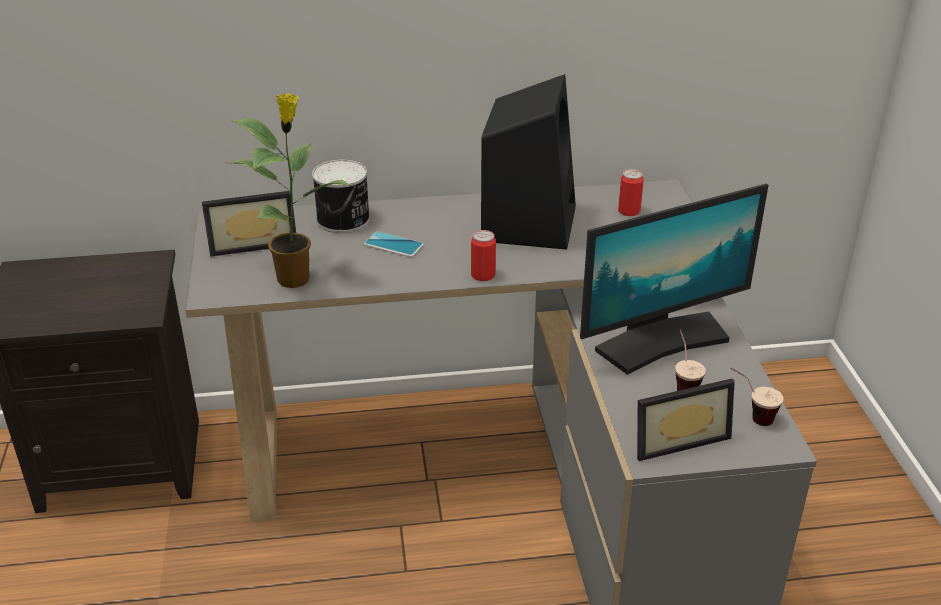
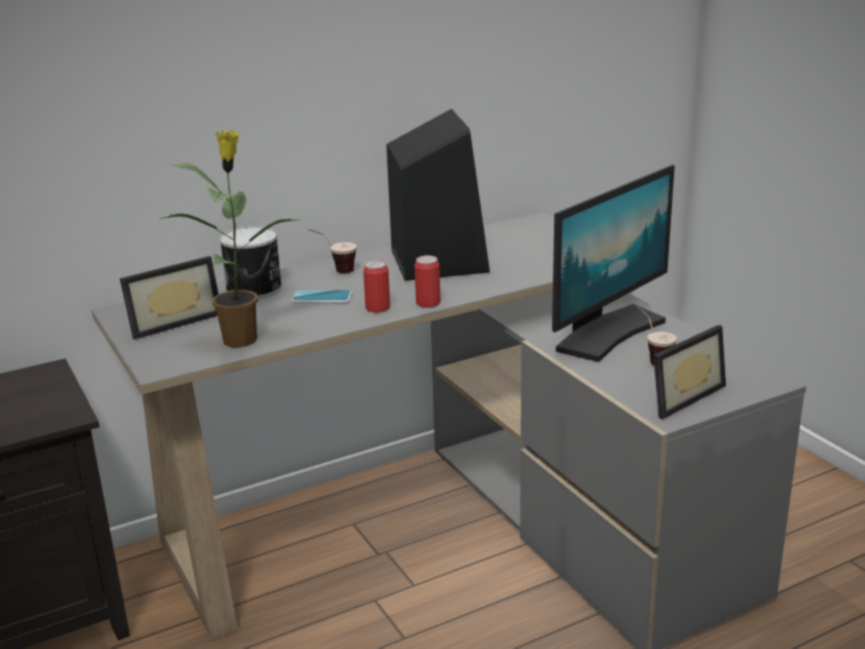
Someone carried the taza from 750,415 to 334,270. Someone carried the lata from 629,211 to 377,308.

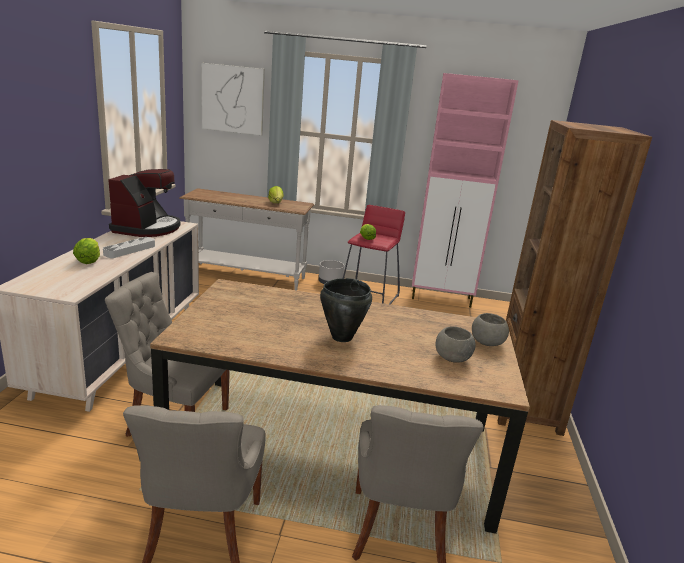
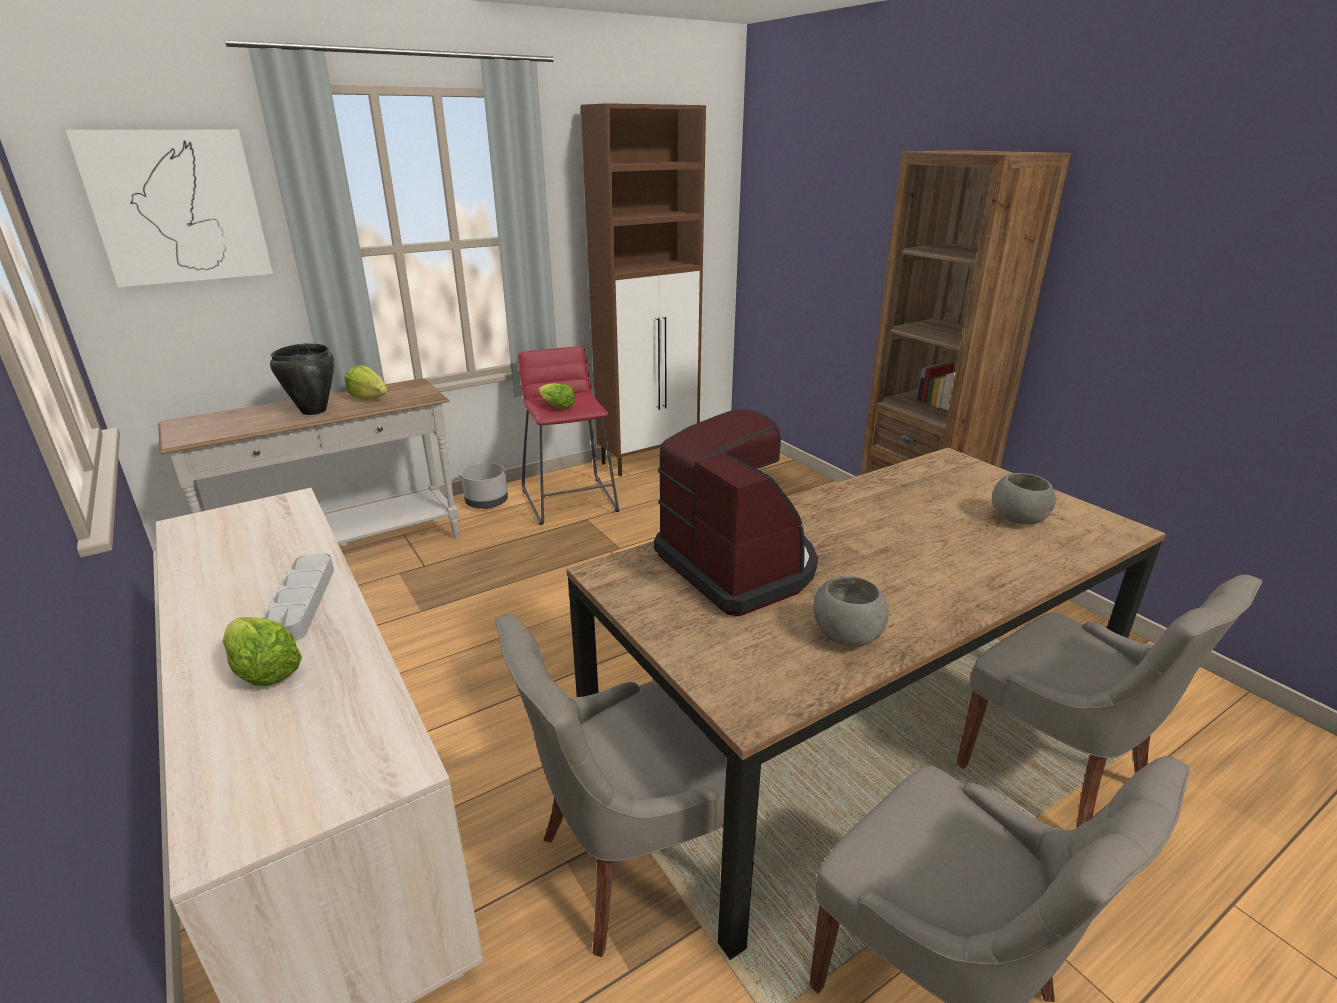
Someone carried the olla (negro) from 341,337 to 313,411. Someone repainted the armario (rosa) at 442,298, which became the armario (marrón) at 650,460. Someone carried the cafetera from 147,228 to 738,565. Someone carried the cuenco (gris) from 486,343 to 846,636.

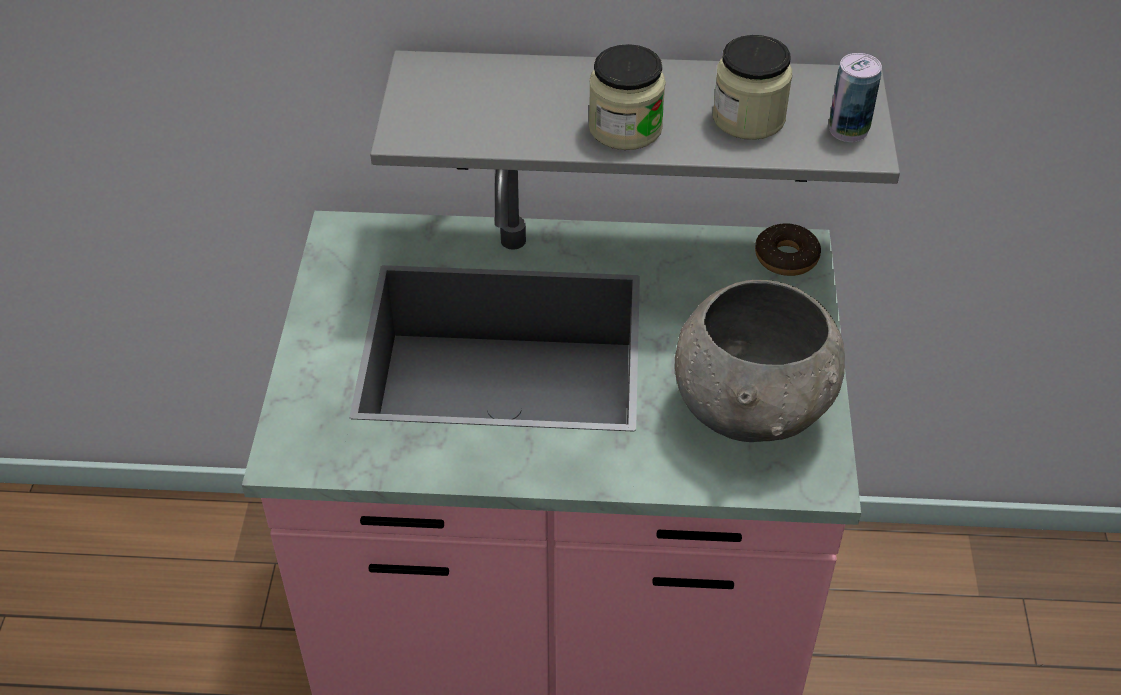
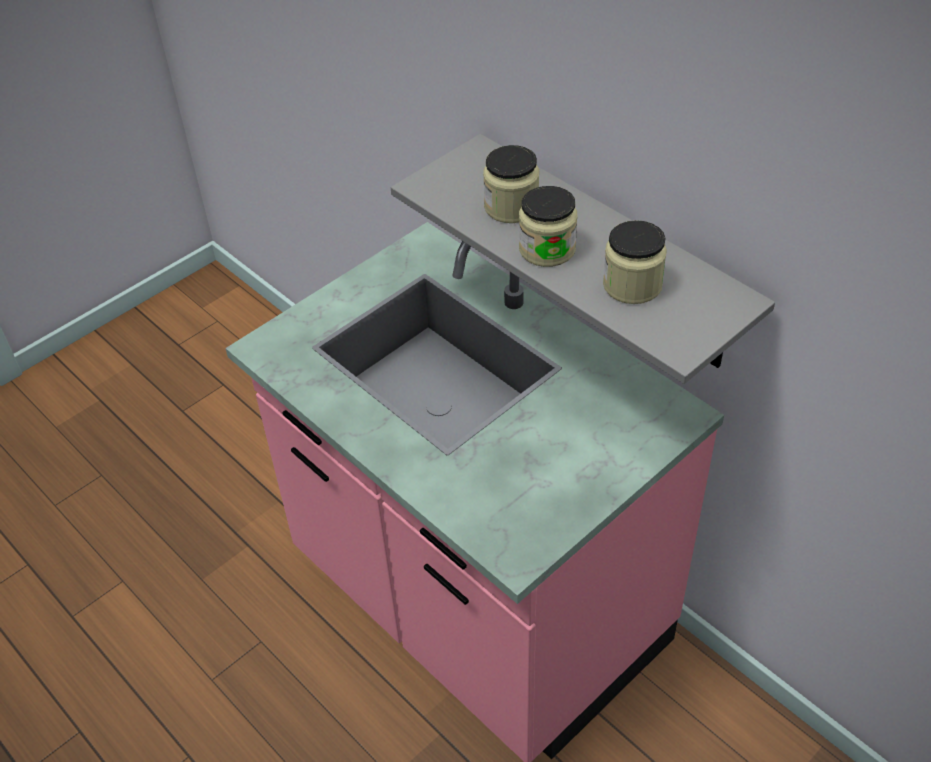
Someone put down the tarro at 511,207. Someone took away the cuenco (gris) at 752,411. Someone took away the rosquilla at 786,257. Someone took away the lata at 848,130.

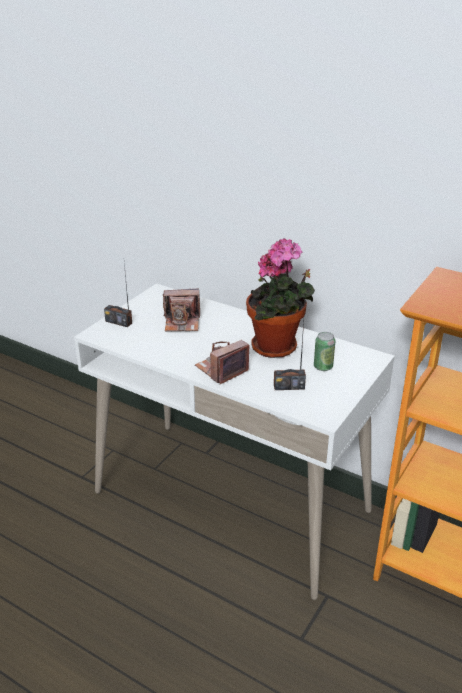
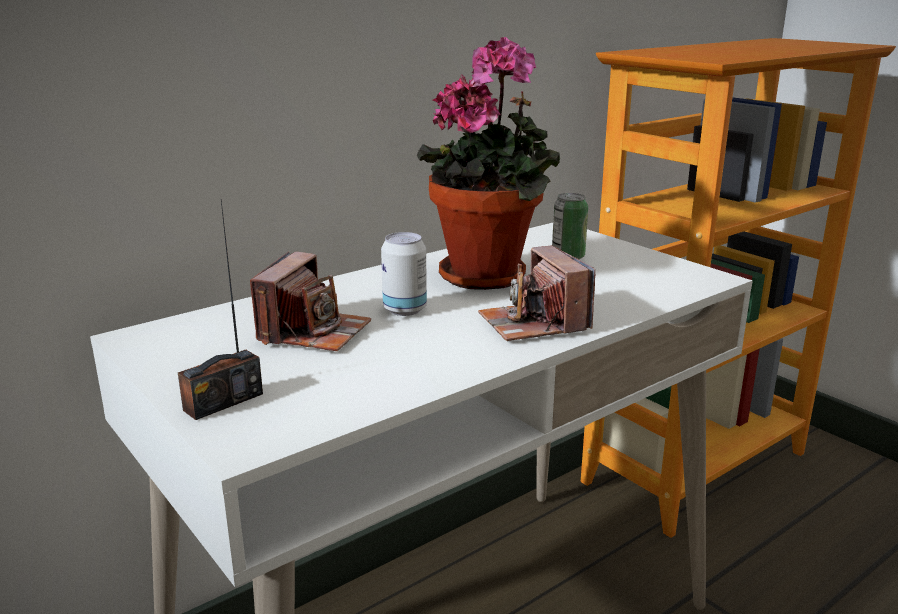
Someone put down the lata at 405,310. Someone took away the radio at 289,386.

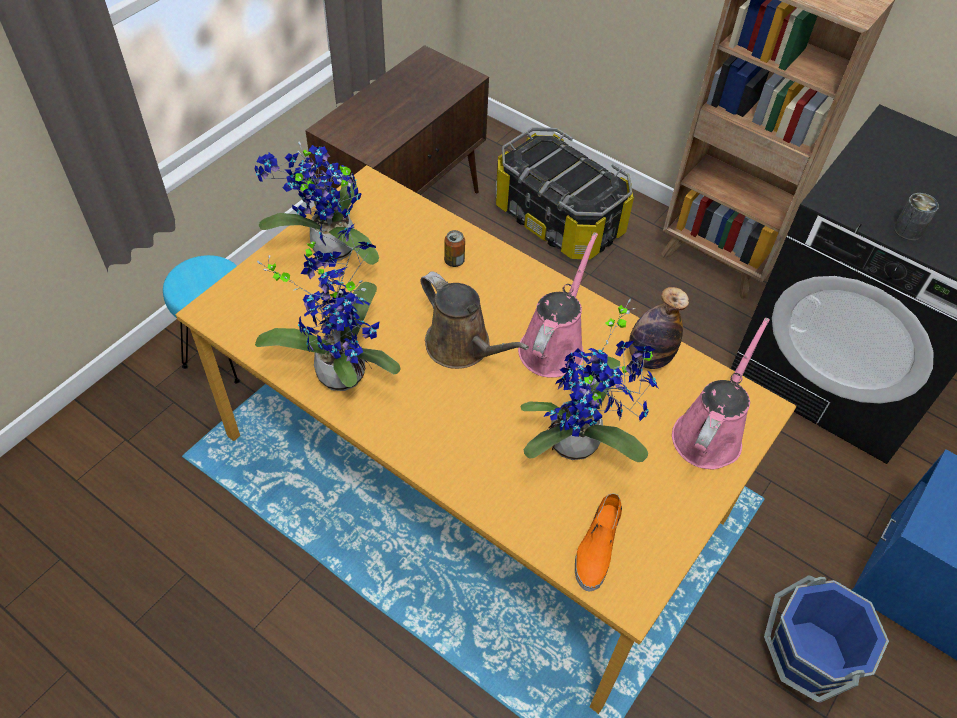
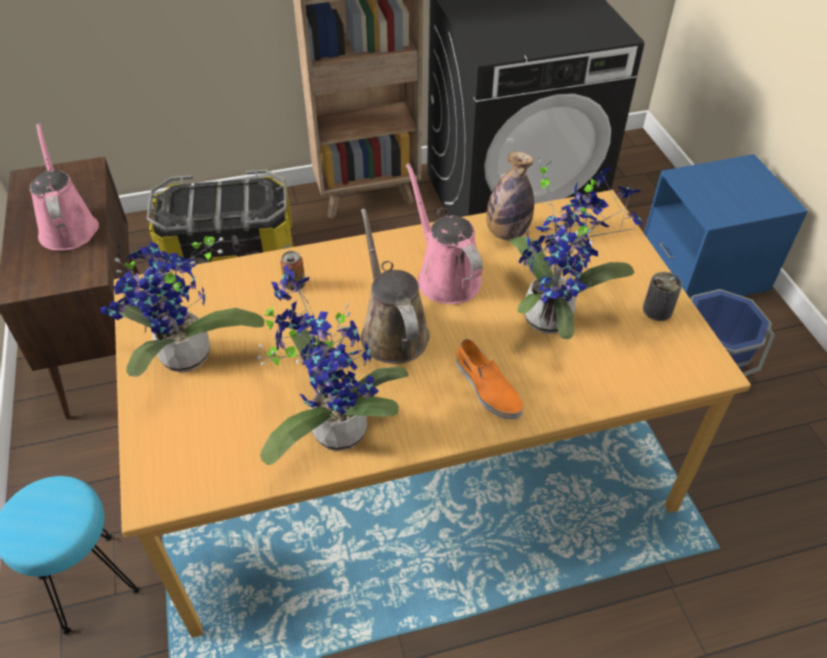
Someone carried the regadera (rosa) from 710,433 to 68,227. Someone rotated the regadera (marrón) at 462,347 by 105 degrees counterclockwise. Someone carried the zapato (naranja) from 597,546 to 487,388. Someone carried the lata from 908,230 to 657,310.

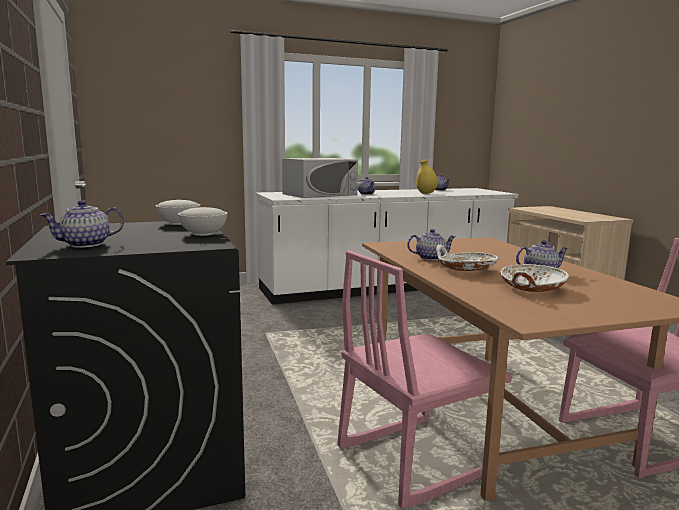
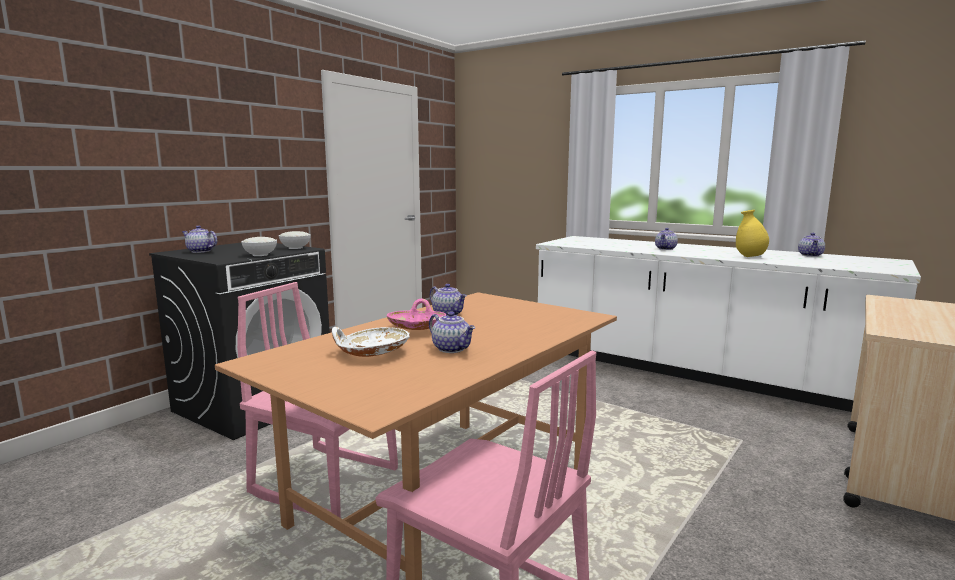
Someone repainted the cuenco (blanco) at 465,269, which became the cuenco (rosa) at 417,328. Someone took away the microondas (blanco) at 320,194.

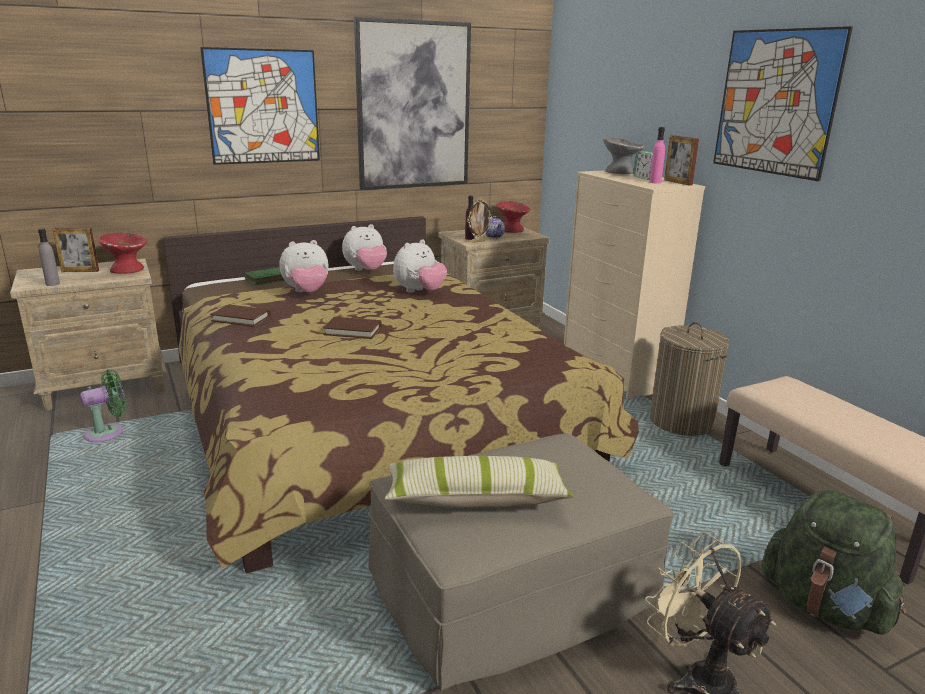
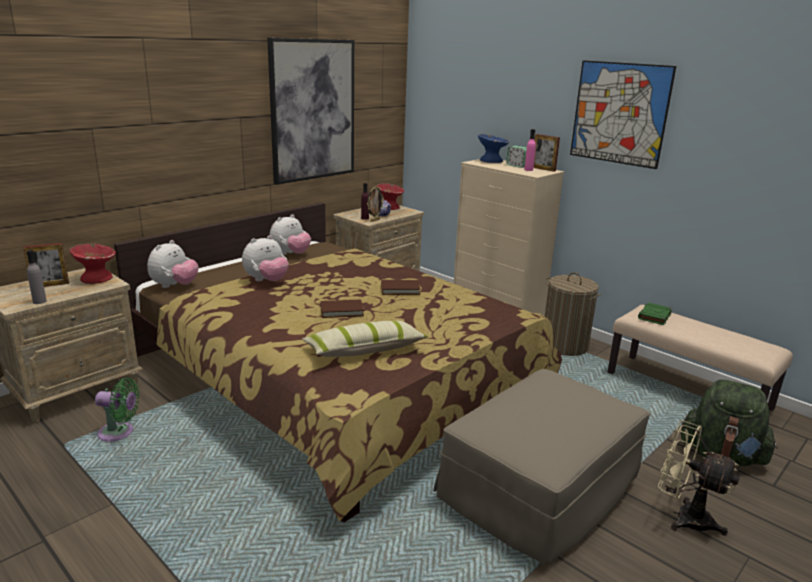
Someone rotated the ventilador (verde) at 108,433 by 60 degrees clockwise. Someone carried the peluche from 419,292 to 174,286. Someone carried the cojín from 475,498 to 364,350. Someone carried the libro (marrón) from 241,318 to 400,289. Someone repainted the cuenco (gris) at 619,172, which became the cuenco (azul) at 491,161. Someone carried the libro (verde) from 267,279 to 654,316. Someone took away the cuadro at 263,107.

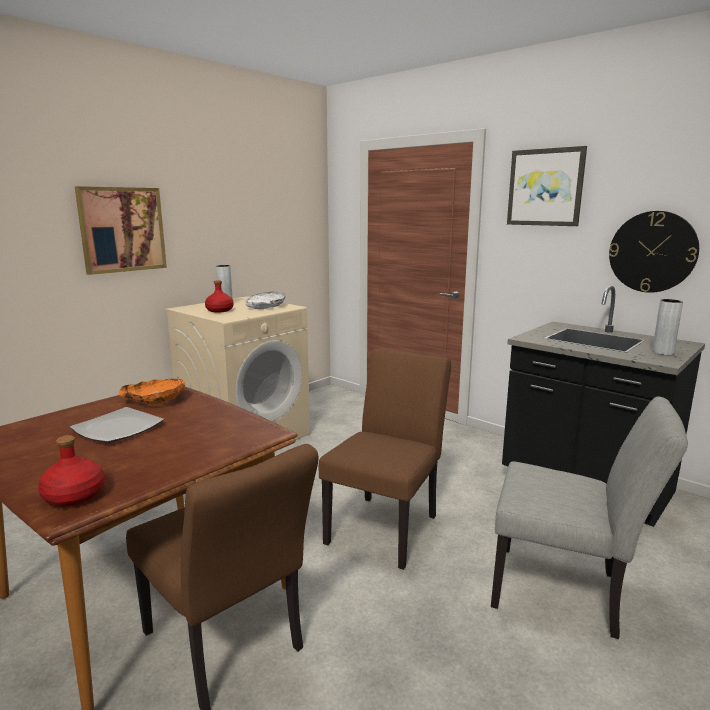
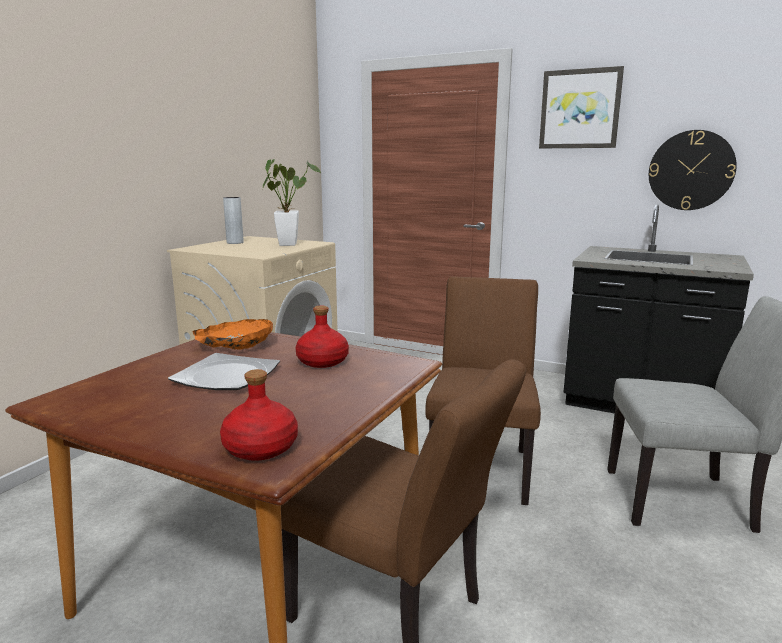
Someone swapped the cuenco (blanco) at 266,307 for the planta en maceta at 288,244. Someone carried the botella (rojo) from 219,310 to 322,362. Someone took away the cuadro at 122,229. Someone took away the florero (gris) at 663,352.

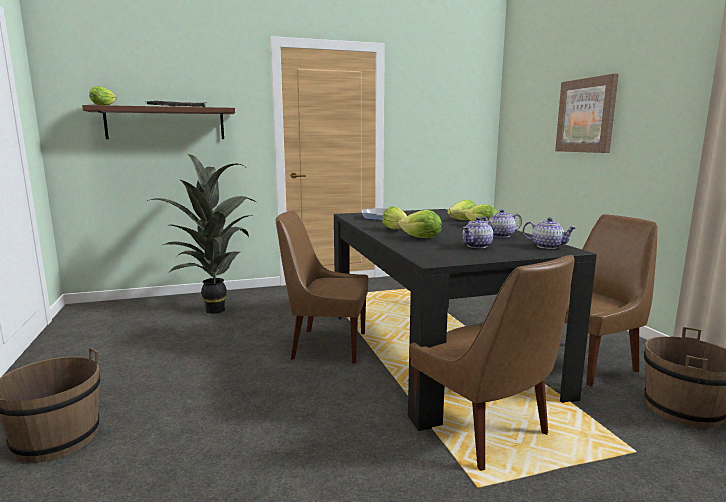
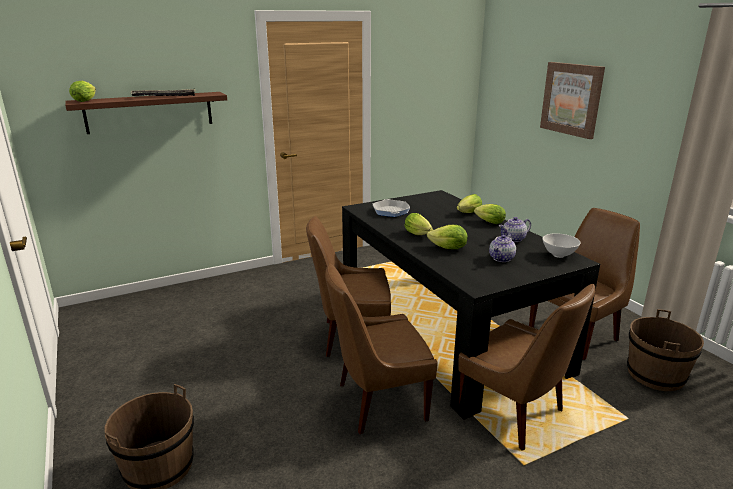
Someone put down the silla (marrón) at 378,402. Someone swapped the tetera at 547,246 for the cuenco (blanco) at 558,255. Someone took away the planta en maceta at 215,309.

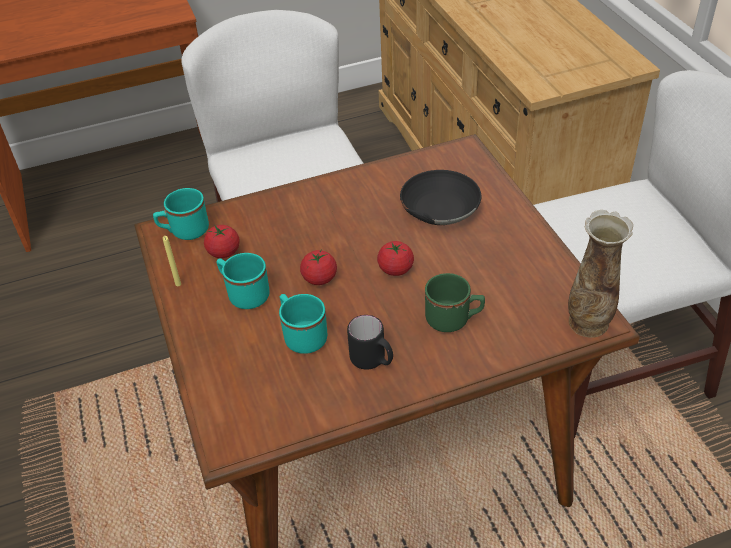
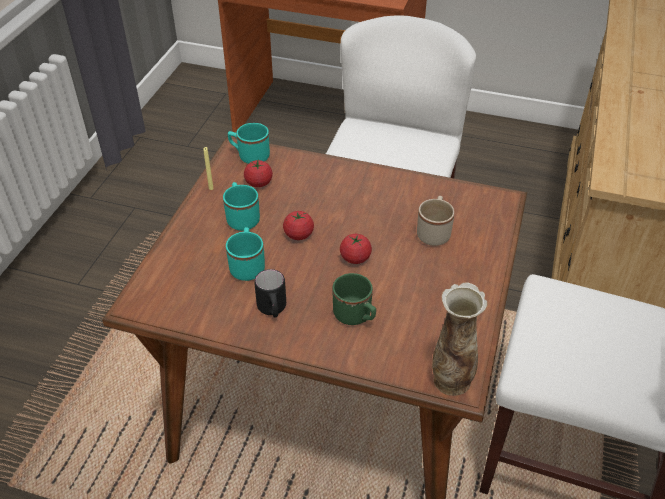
Someone swapped the cuenco (negro) at 439,208 for the taza grande (beis) at 434,232.

